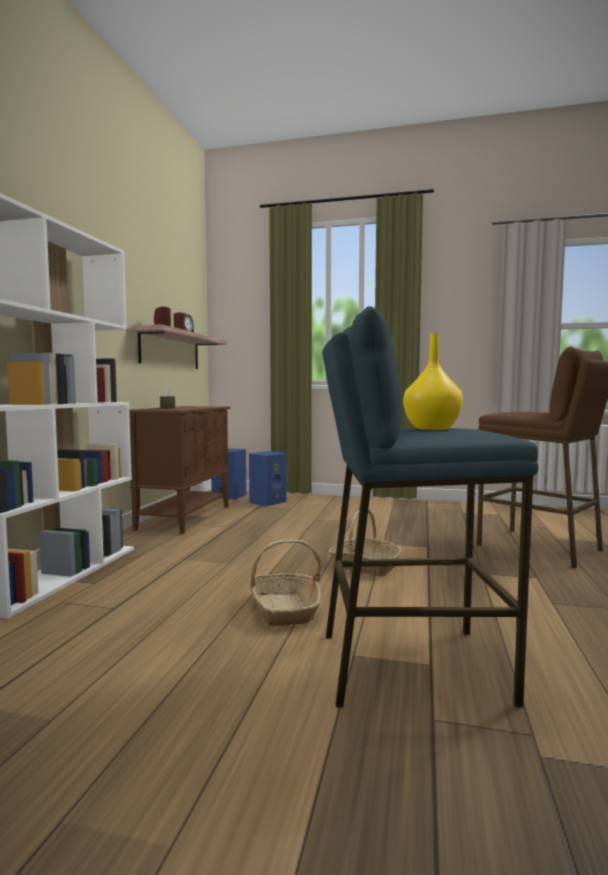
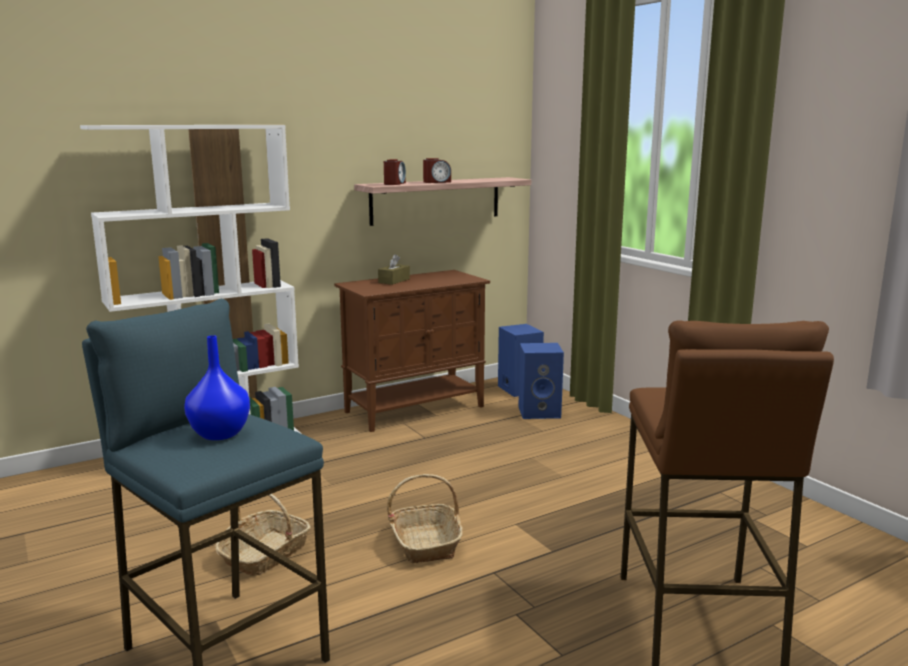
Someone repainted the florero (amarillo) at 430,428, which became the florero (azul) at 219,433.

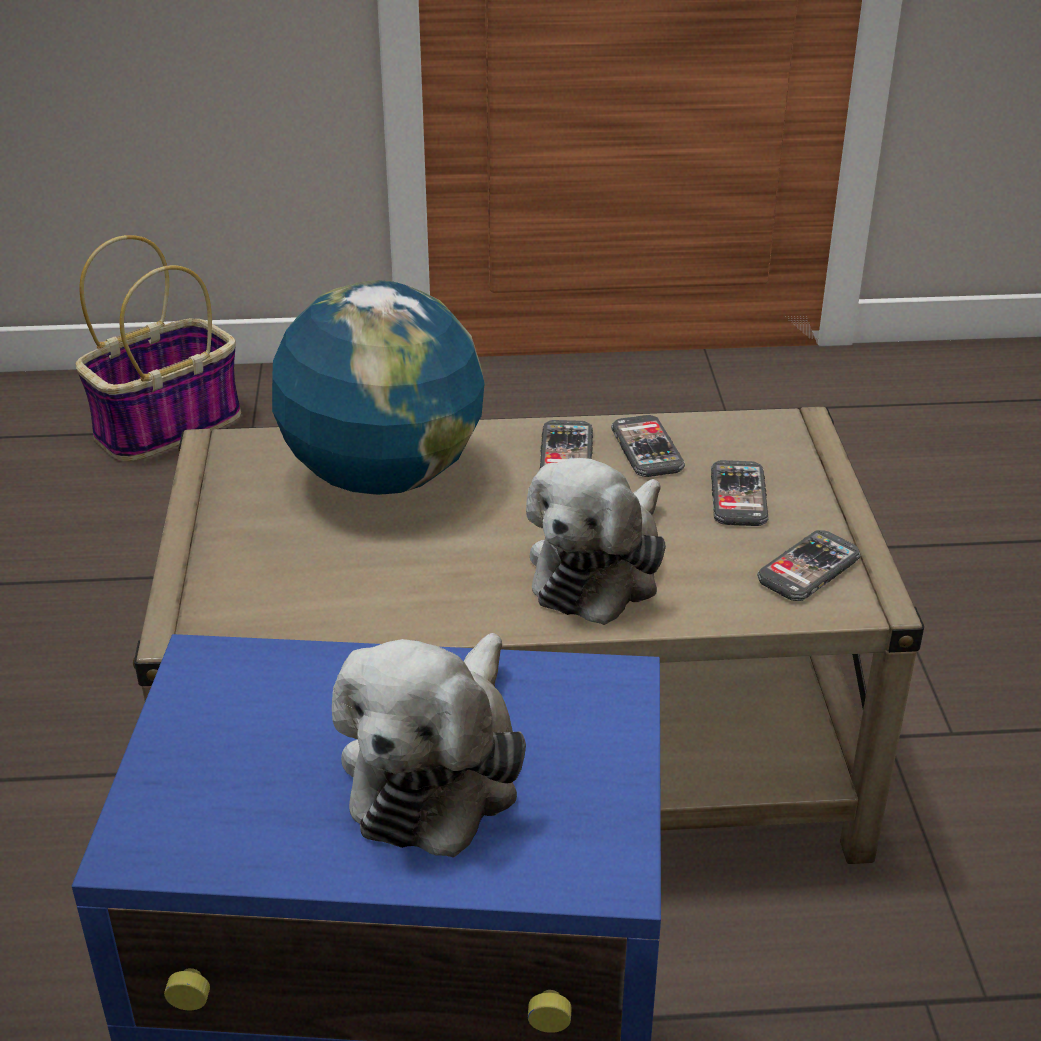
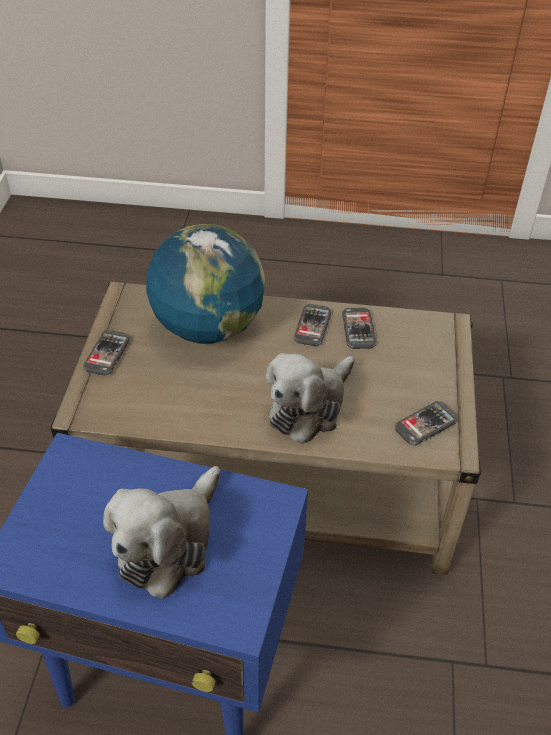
Someone carried the móvil from 738,496 to 107,354. Someone took away the cesta at 168,424.

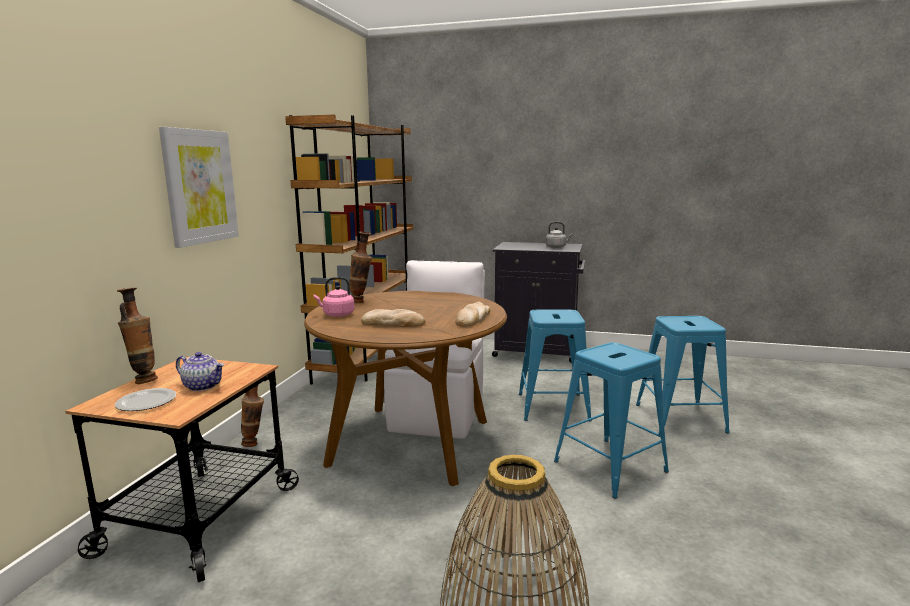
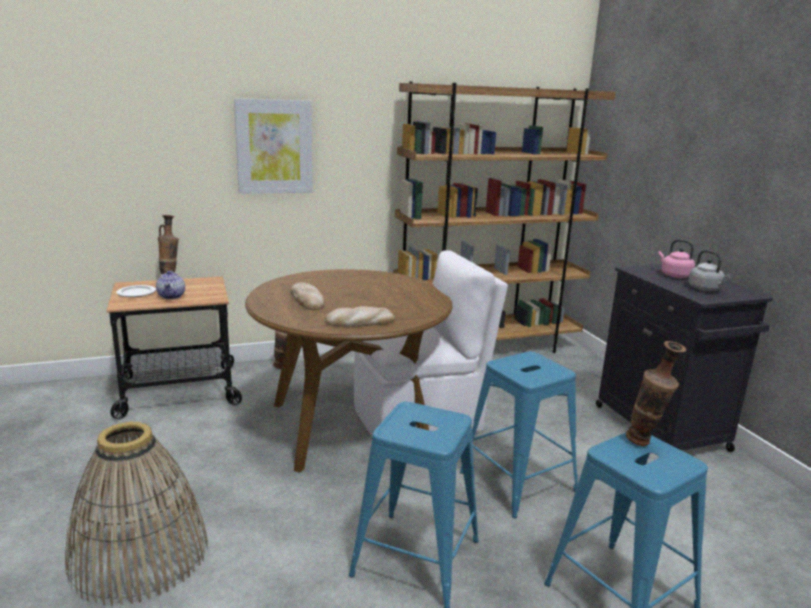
Someone carried the florero from 361,302 to 645,444. Someone carried the hervidor (rosa) from 337,315 to 674,275.

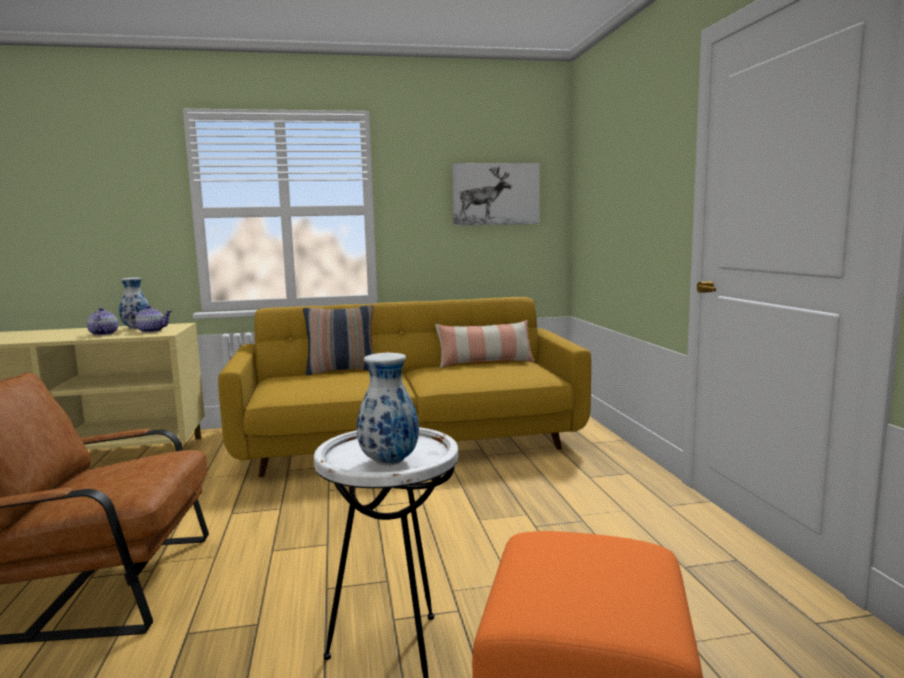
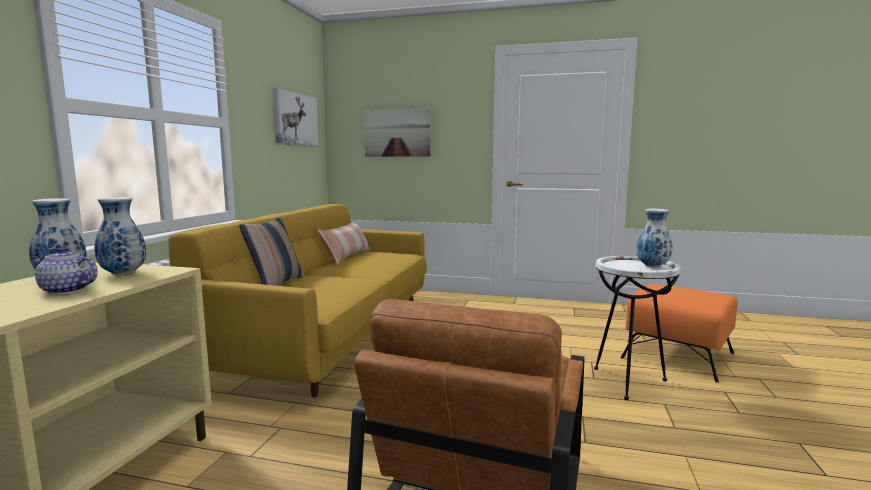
Someone swapped the tetera at 151,331 for the florero at 122,274. Someone put up the cuadro at 397,133.

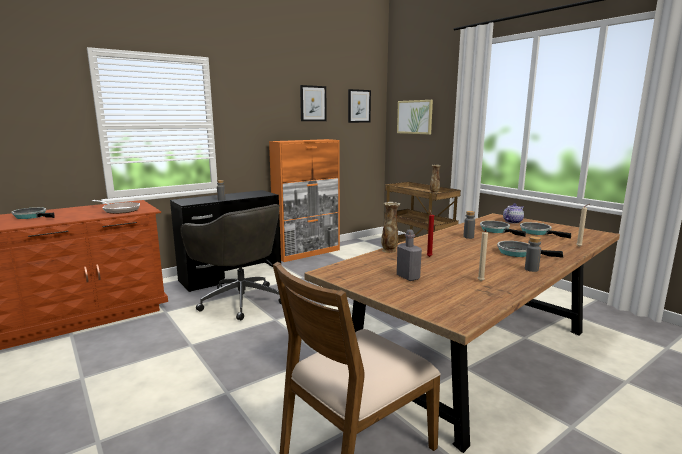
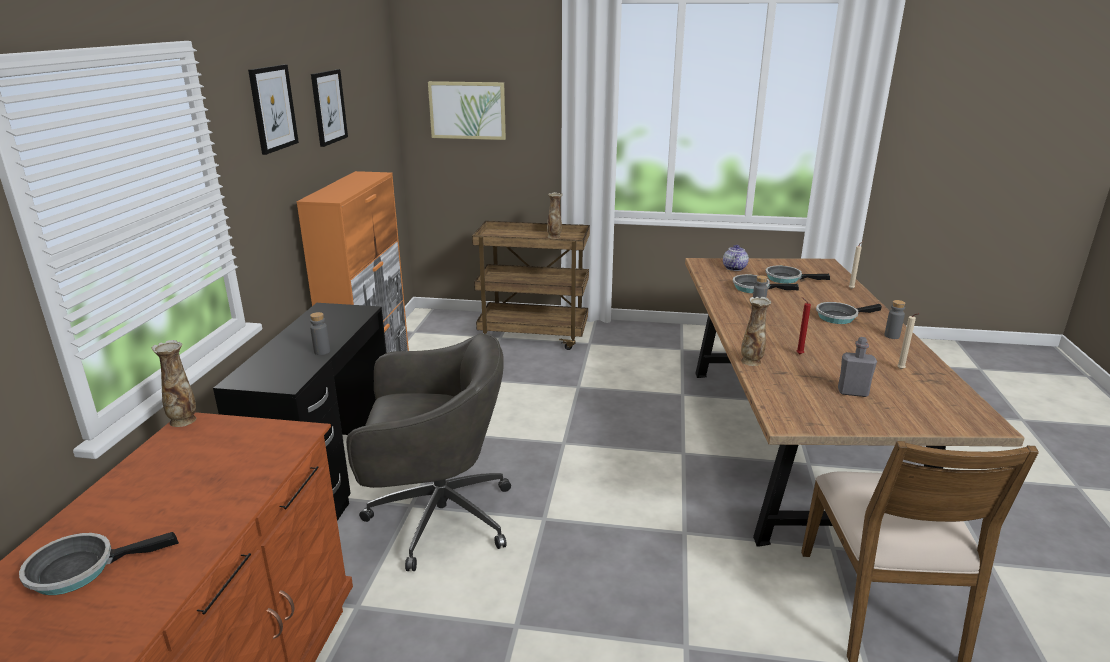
Someone put down the florero at 183,420. Someone carried the cuadro from 359,106 to 273,108. Someone took away the sartén at 119,210.

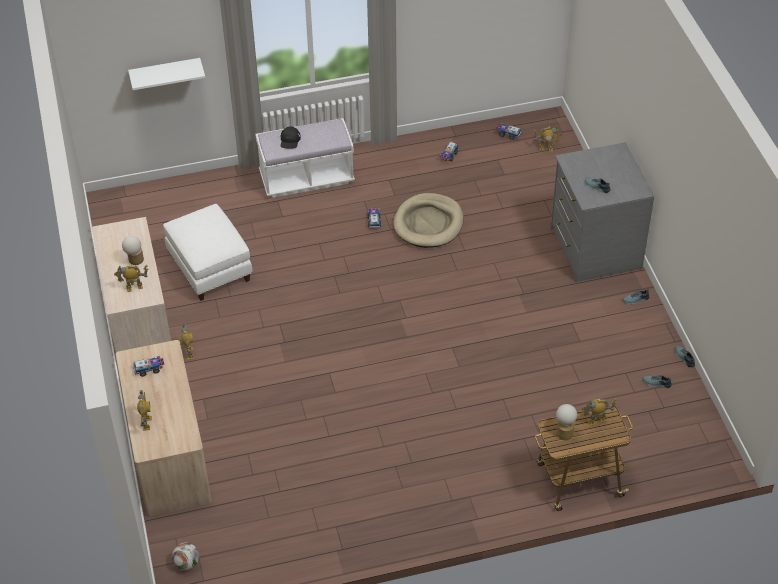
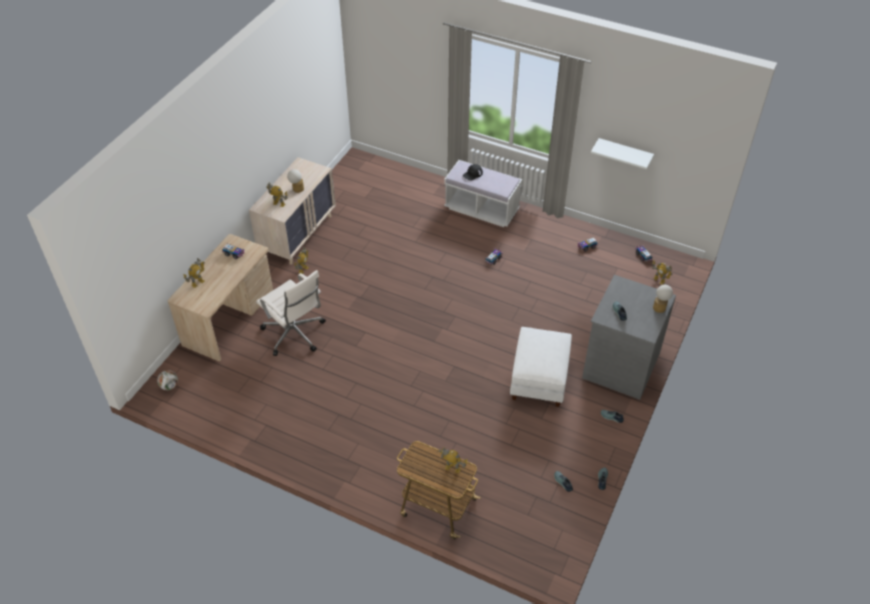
Someone put down the silla de oficina (blanco) at 295,334. Someone carried the puf (blanco) from 209,268 to 538,379. Someone carried the estante (blanco) from 165,73 to 624,153. Someone carried the lámpara de mesa from 565,431 to 660,307. Someone took away the cama para perro (beis) at 428,223.

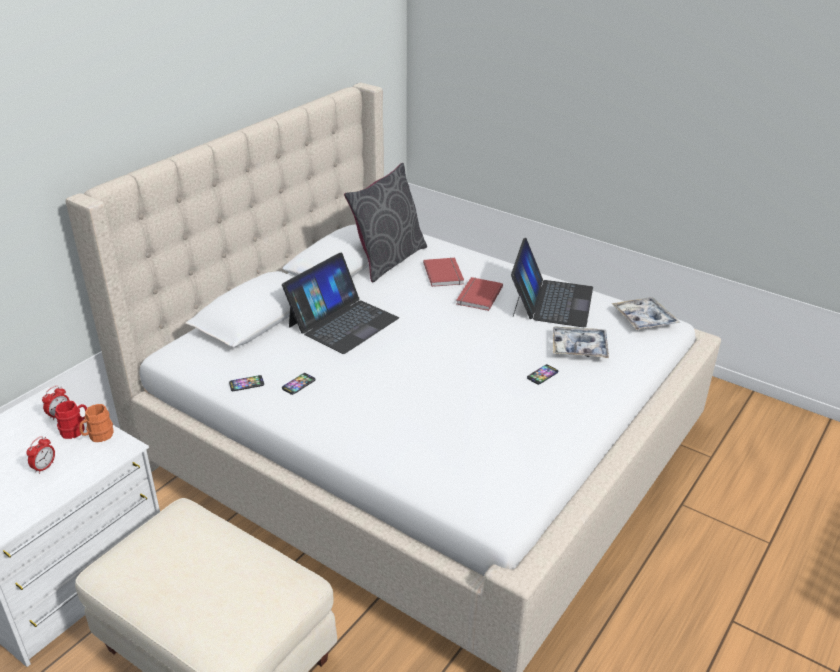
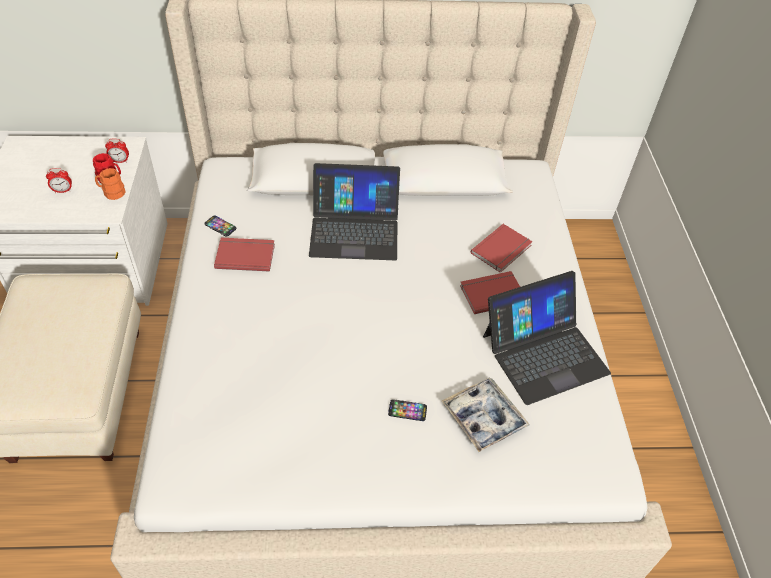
Someone swapped the móvil at 298,384 for the libro (rojo) at 245,255. Someone took away the cojín (gris) at 388,260. Someone took away the bandeja at 644,319.

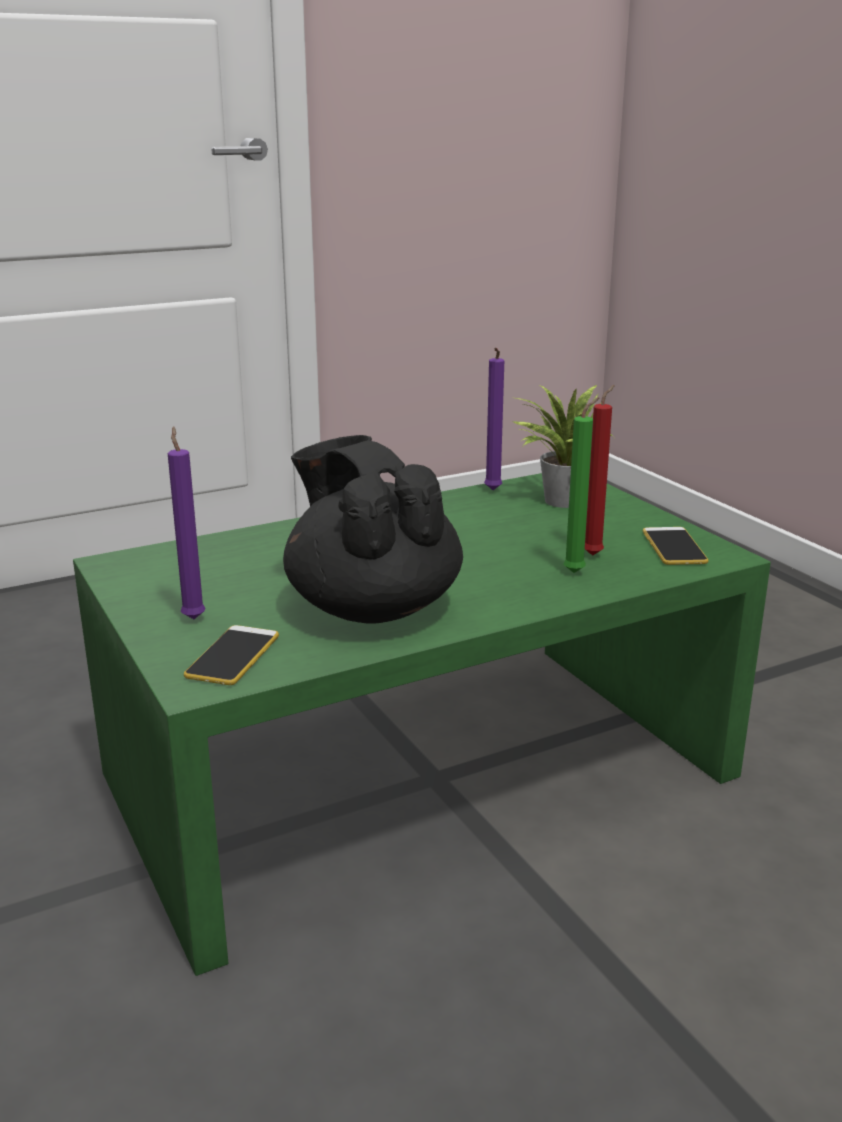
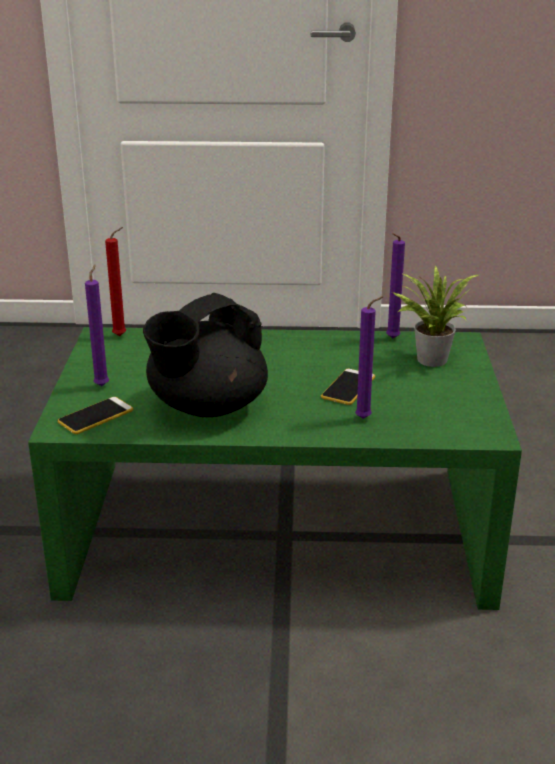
Someone carried the vela (rojo) from 595,554 to 122,336. Someone rotated the tetera (negro) at 372,607 by 135 degrees counterclockwise. Someone carried the móvil from 674,547 to 348,387. Someone repainted the vela (verde) at 577,572, which became the vela (morado) at 366,418.

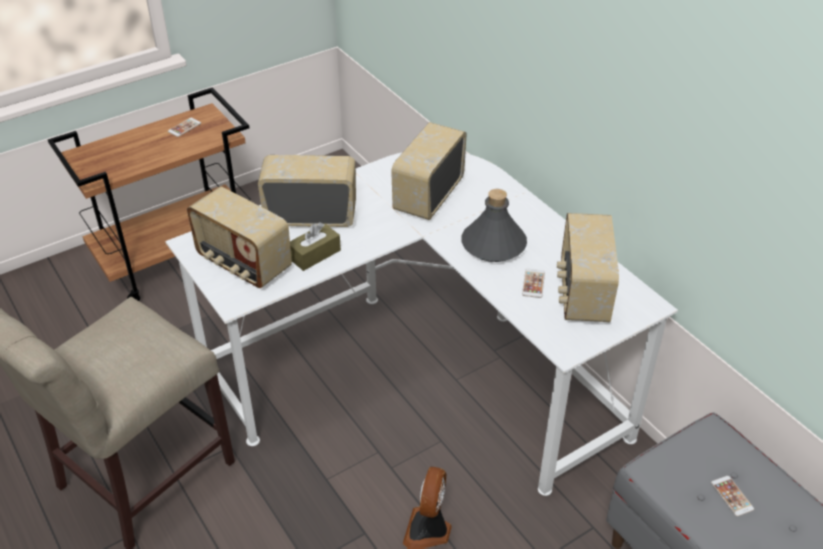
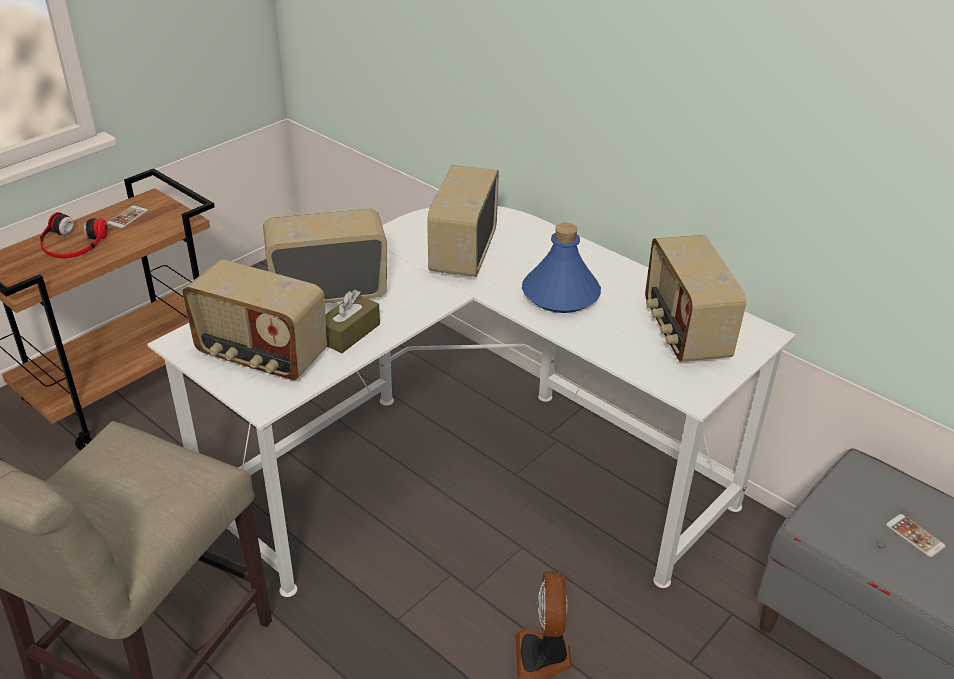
Someone put down the auriculares at 72,243. Someone repainted the botella (gris) at 493,245, which became the botella (azul) at 560,295. Someone took away the móvil at 533,283.

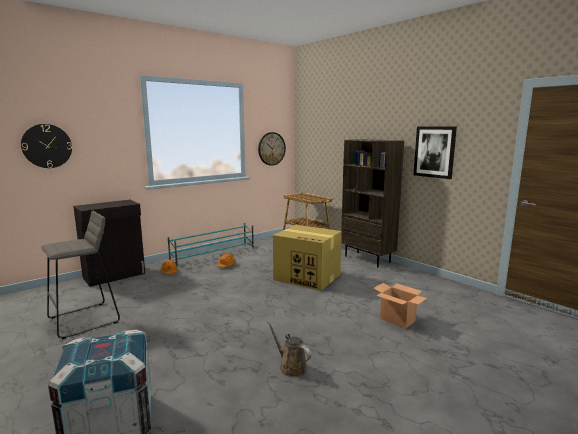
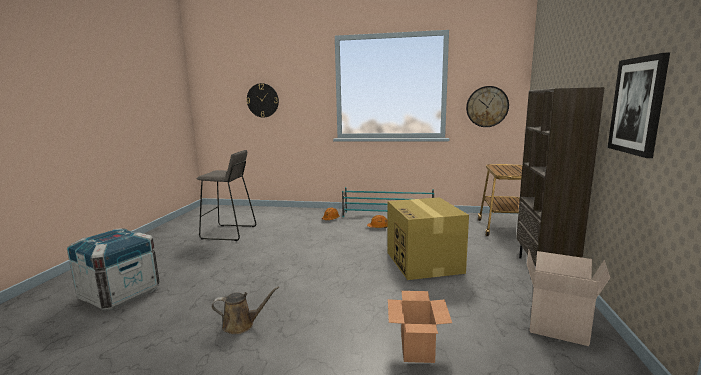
Someone rotated the regadera (marrón) at 291,367 by 75 degrees clockwise. Someone put down the caja de cartón at 559,326. Someone took away the armario (negro) at 115,275.

